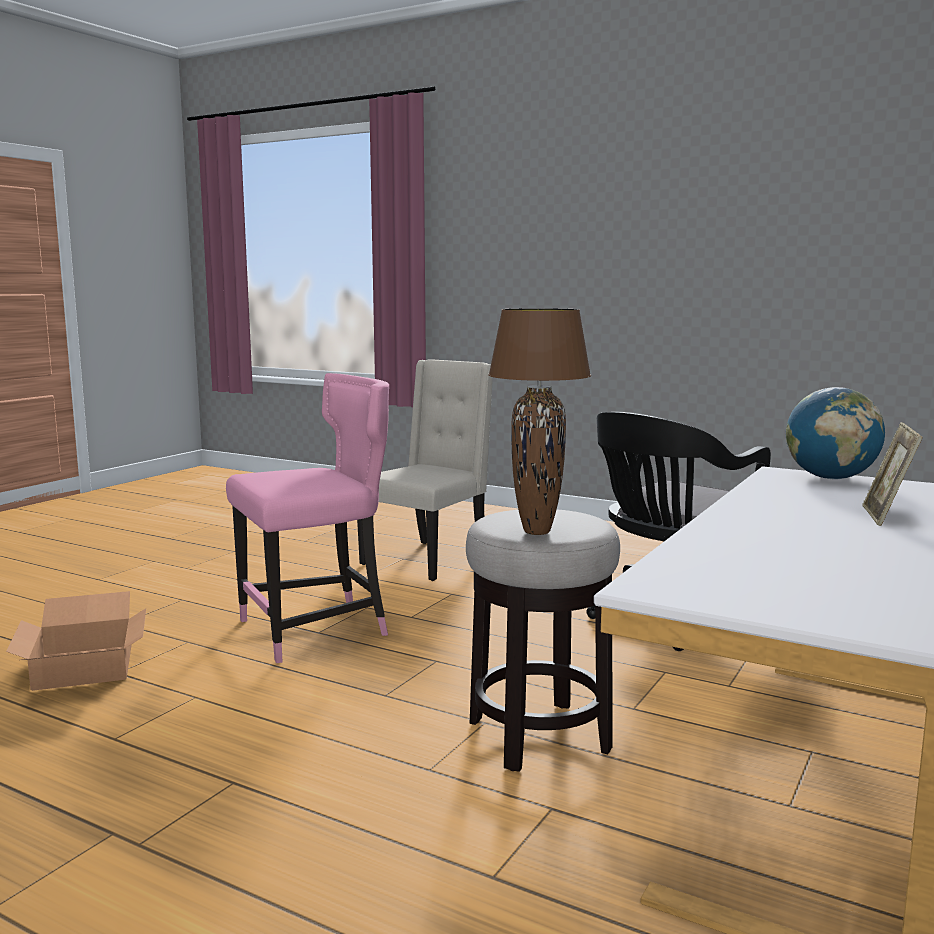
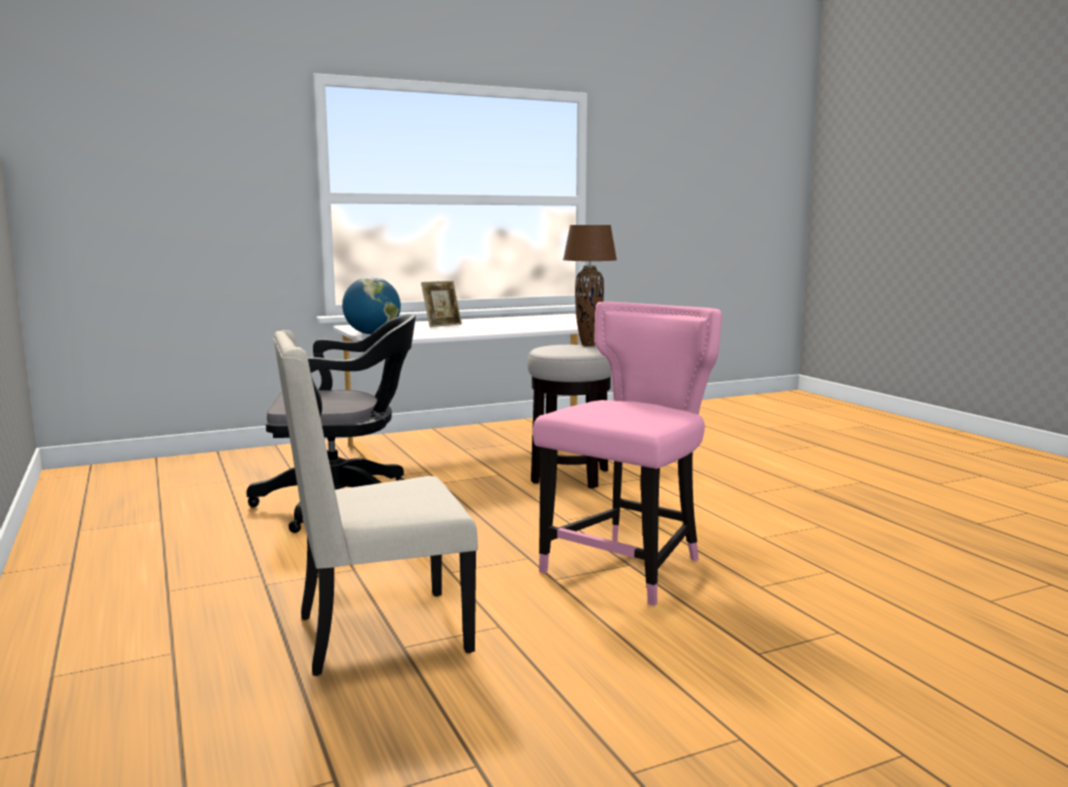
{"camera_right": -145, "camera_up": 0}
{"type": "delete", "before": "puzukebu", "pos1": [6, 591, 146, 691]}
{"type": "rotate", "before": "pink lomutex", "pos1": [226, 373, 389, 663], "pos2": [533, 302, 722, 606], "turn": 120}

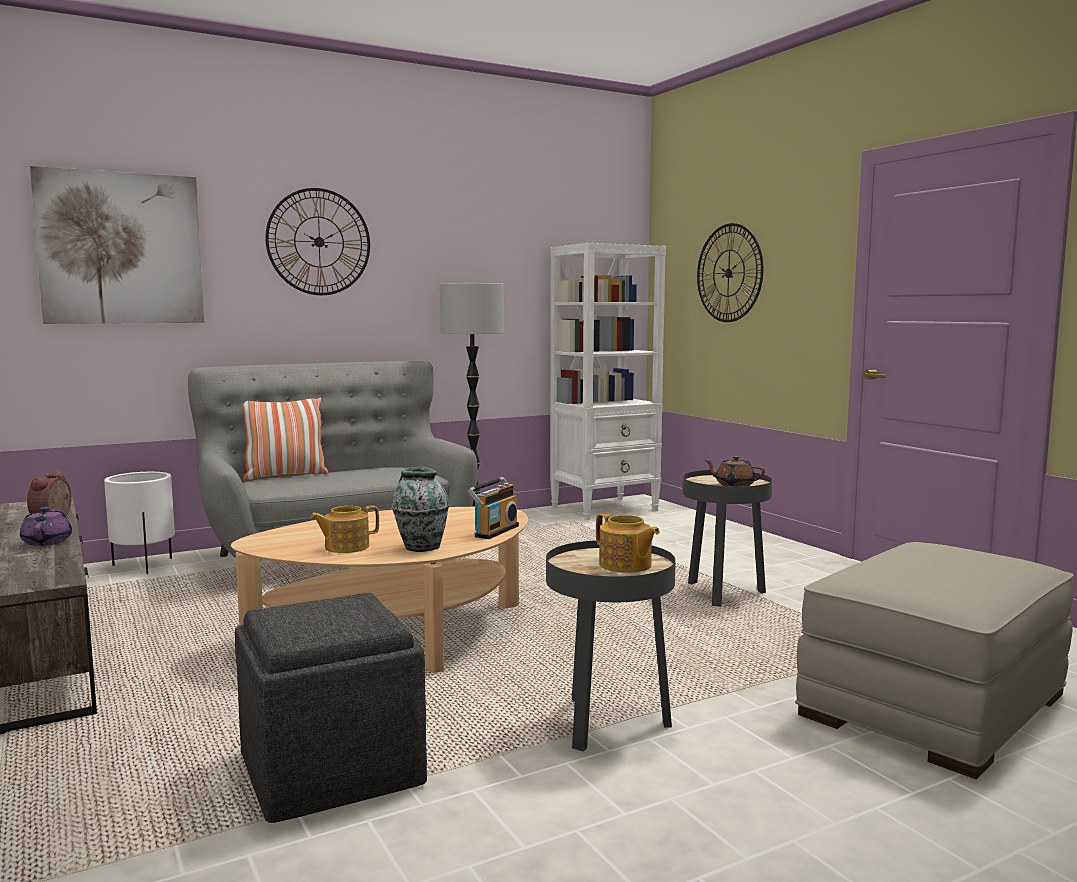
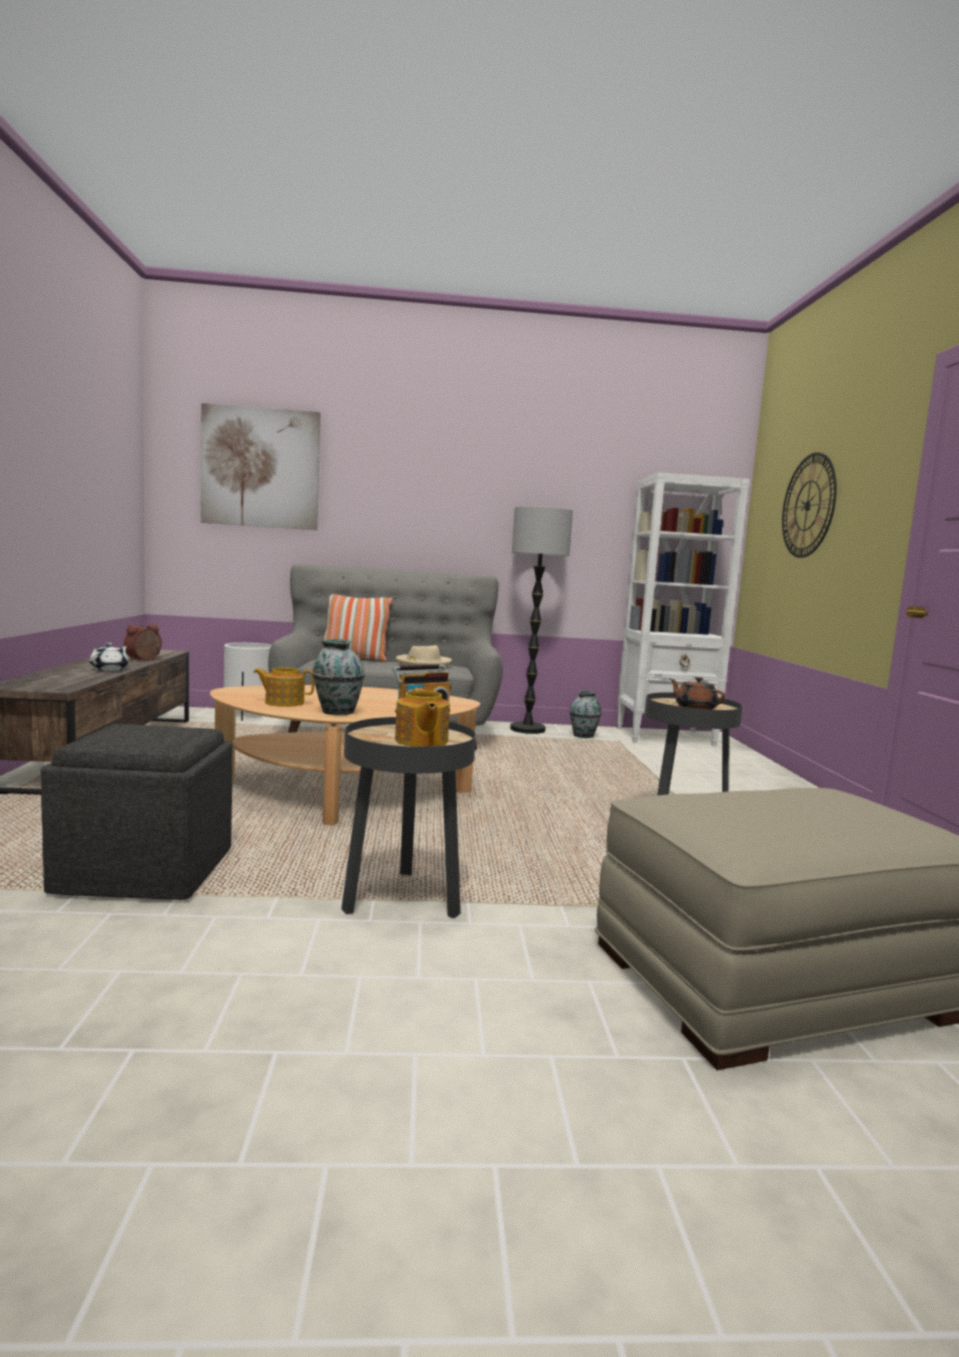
{"camera_right": 25, "camera_up": 0}
{"type": "delete", "before": "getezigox", "pos1": [265, 188, 370, 295]}
{"type": "insert", "after": "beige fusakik", "pos2": [396, 645, 452, 667]}
{"type": "insert", "after": "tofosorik", "pos2": [569, 690, 601, 738]}
{"type": "recolor", "before": "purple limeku", "after": "white limeku", "pos1": [20, 506, 72, 546], "pos2": [90, 643, 128, 671]}

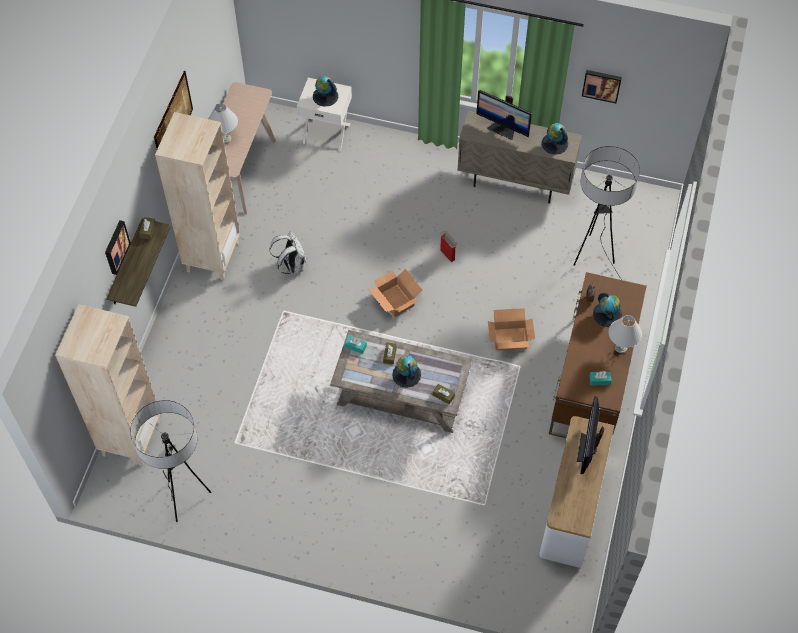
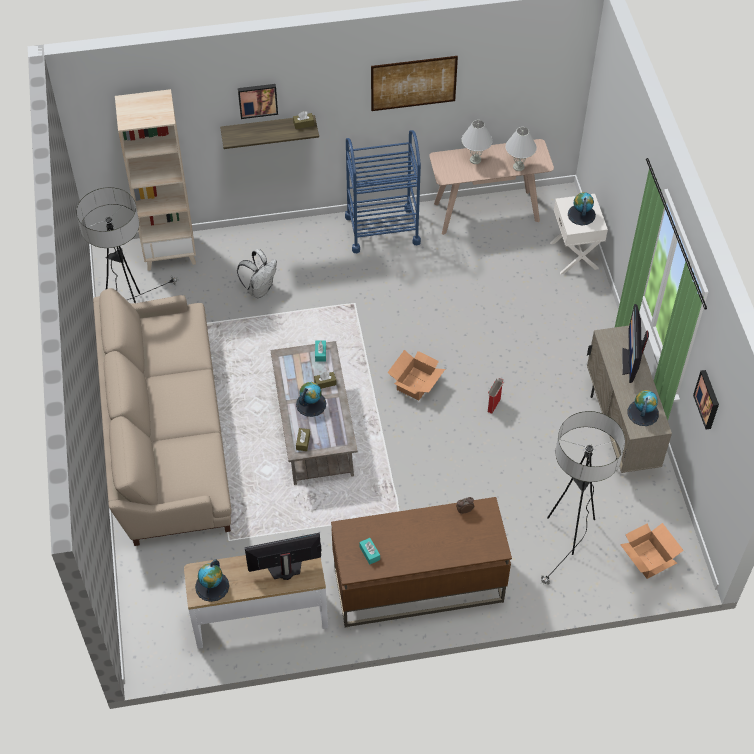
{"camera_right": 65, "camera_up": -5}
{"type": "insert", "after": "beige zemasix", "pos2": [93, 288, 232, 546]}
{"type": "move", "before": "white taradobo", "pos1": [269, 231, 306, 275], "pos2": [237, 249, 277, 298]}
{"type": "move", "before": "puzukebu", "pos1": [488, 308, 535, 351], "pos2": [620, 523, 684, 579]}
{"type": "move", "before": "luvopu", "pos1": [593, 292, 622, 327], "pos2": [195, 560, 229, 602]}
{"type": "move", "before": "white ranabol", "pos1": [609, 315, 642, 353], "pos2": [505, 127, 537, 171]}
{"type": "replace", "before": "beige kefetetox", "after": "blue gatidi", "pos1": [155, 112, 240, 281], "pos2": [345, 130, 421, 253]}

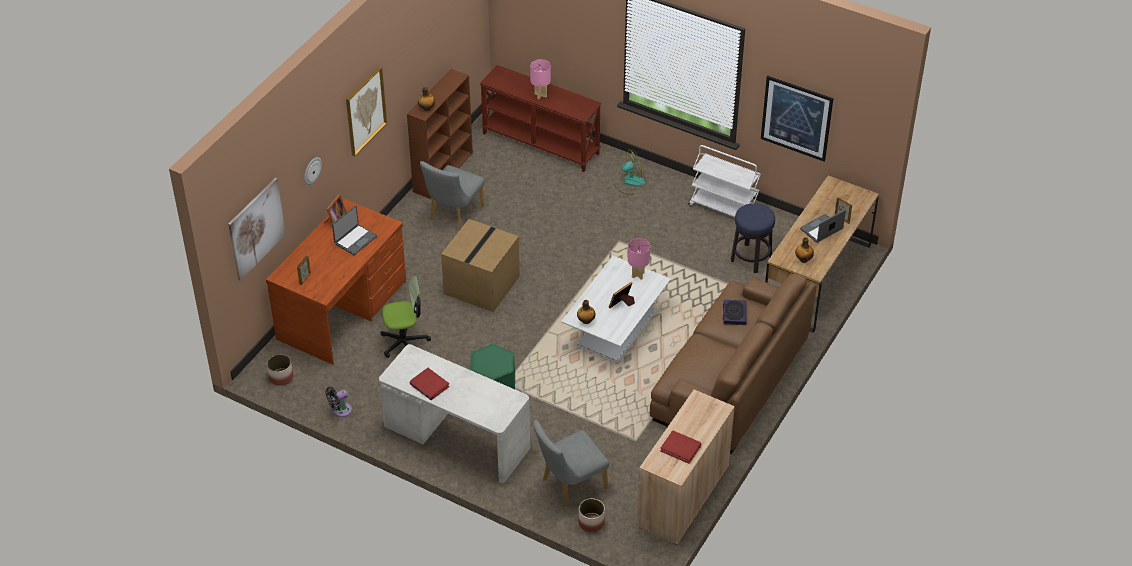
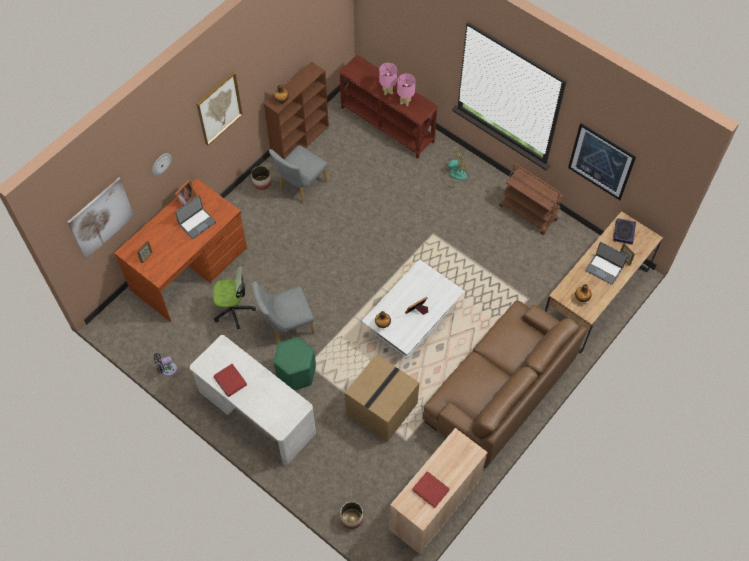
{"camera_right": 10, "camera_up": 15}
{"type": "delete", "before": "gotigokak", "pos1": [731, 203, 775, 273]}
{"type": "move", "before": "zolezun", "pos1": [267, 354, 293, 386], "pos2": [251, 166, 271, 190]}
{"type": "move", "before": "puzukebu", "pos1": [441, 219, 520, 312], "pos2": [345, 354, 419, 442]}
{"type": "move", "before": "grey lomutex", "pos1": [533, 420, 609, 508], "pos2": [252, 281, 315, 345]}
{"type": "move", "before": "pink ranabol", "pos1": [628, 238, 650, 280], "pos2": [397, 74, 416, 106]}
{"type": "move", "before": "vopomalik", "pos1": [723, 300, 747, 325], "pos2": [613, 218, 636, 245]}
{"type": "recolor", "before": "white gatidi", "after": "brown gatidi", "pos1": [688, 145, 761, 217], "pos2": [499, 164, 564, 235]}
{"type": "rotate", "before": "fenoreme", "pos1": [800, 209, 846, 243], "pos2": [585, 242, 628, 285], "turn": -120}

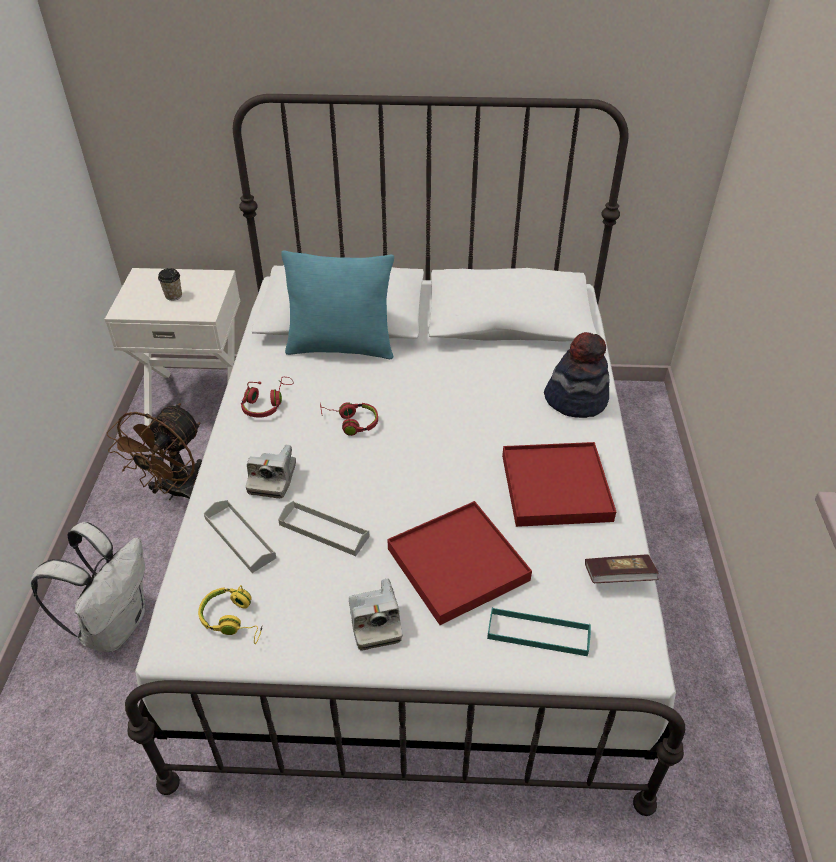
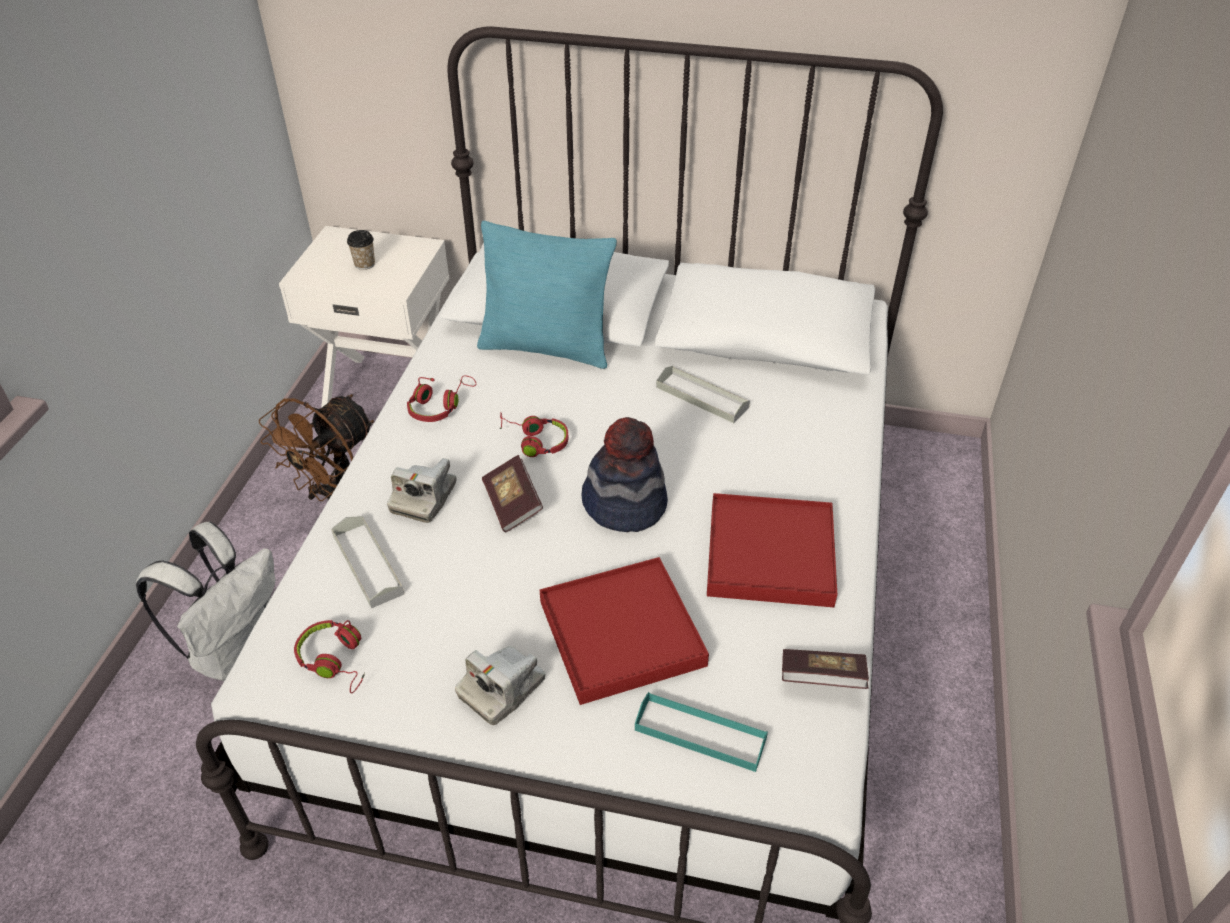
{"camera_right": 10, "camera_up": 0}
{"type": "insert", "after": "vopomalik", "pos2": [482, 455, 543, 532]}
{"type": "move", "before": "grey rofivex", "pos1": [278, 501, 370, 556], "pos2": [656, 366, 750, 423]}
{"type": "move", "before": "fusakik", "pos1": [544, 332, 610, 418], "pos2": [582, 417, 668, 532]}
{"type": "recolor", "before": "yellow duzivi", "after": "red duzivi", "pos1": [198, 585, 262, 644], "pos2": [294, 620, 365, 694]}
{"type": "rotate", "before": "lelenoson", "pos1": [349, 579, 402, 651], "pos2": [455, 646, 545, 725], "turn": 45}

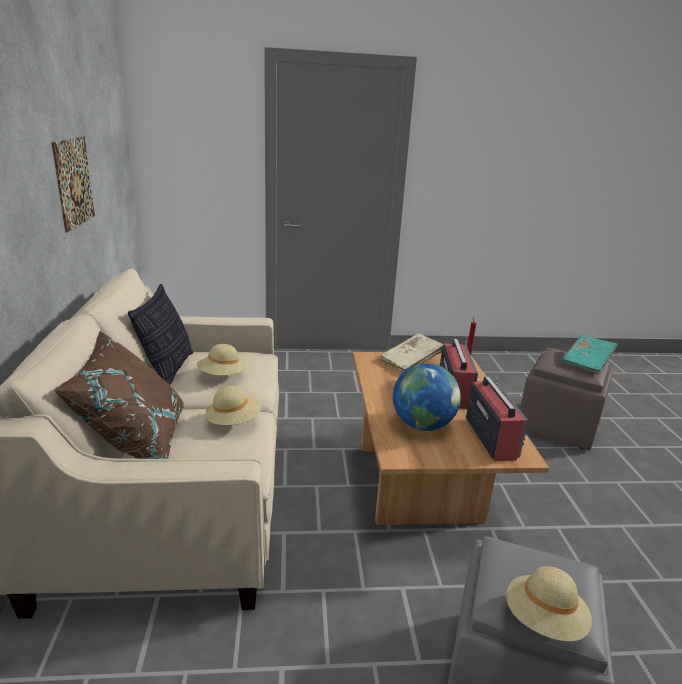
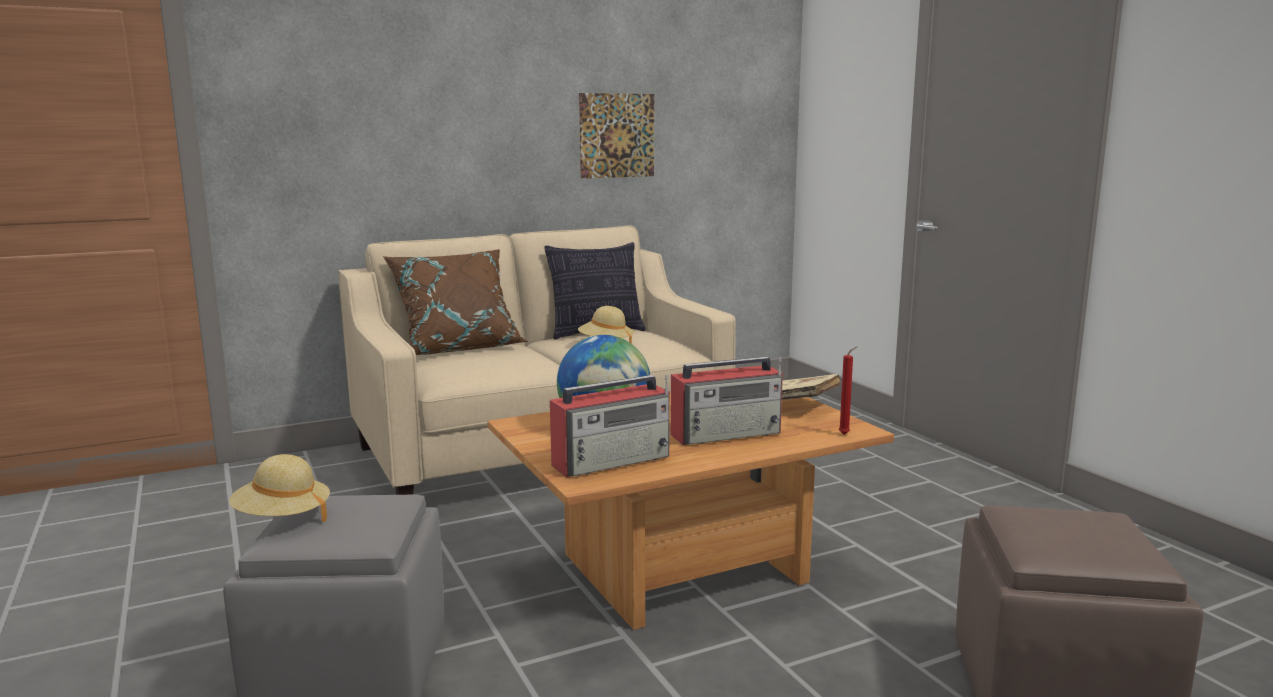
{"camera_right": 70, "camera_up": -10}
{"type": "delete", "before": "beige fusakik", "pos1": [205, 386, 261, 425]}
{"type": "delete", "before": "turquoise vopomalik", "pos1": [561, 335, 618, 374]}

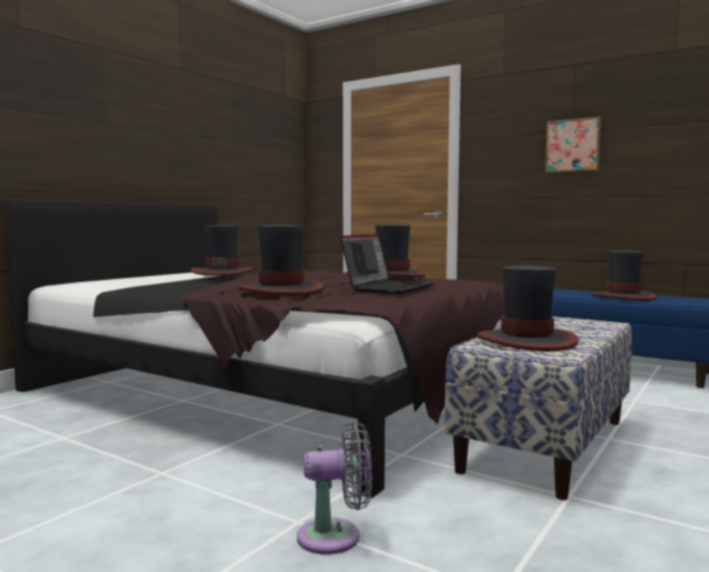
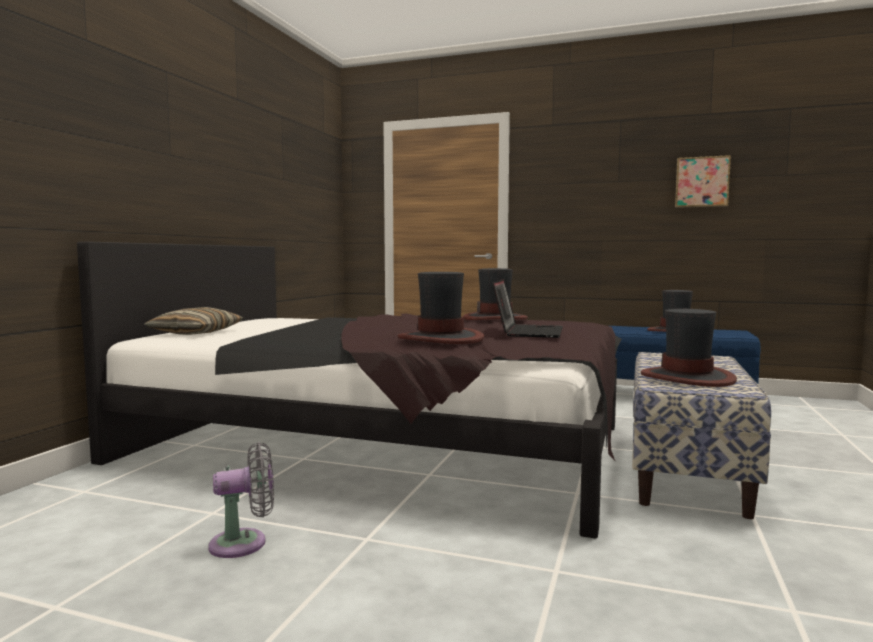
{"camera_right": -15, "camera_up": 0}
{"type": "delete", "before": "fusakik", "pos1": [191, 225, 254, 276]}
{"type": "insert", "after": "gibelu", "pos2": [144, 307, 243, 335]}
{"type": "move", "before": "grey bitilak", "pos1": [297, 421, 372, 554], "pos2": [208, 442, 274, 558]}
{"type": "move", "before": "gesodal", "pos1": [545, 117, 601, 173], "pos2": [675, 155, 731, 208]}

